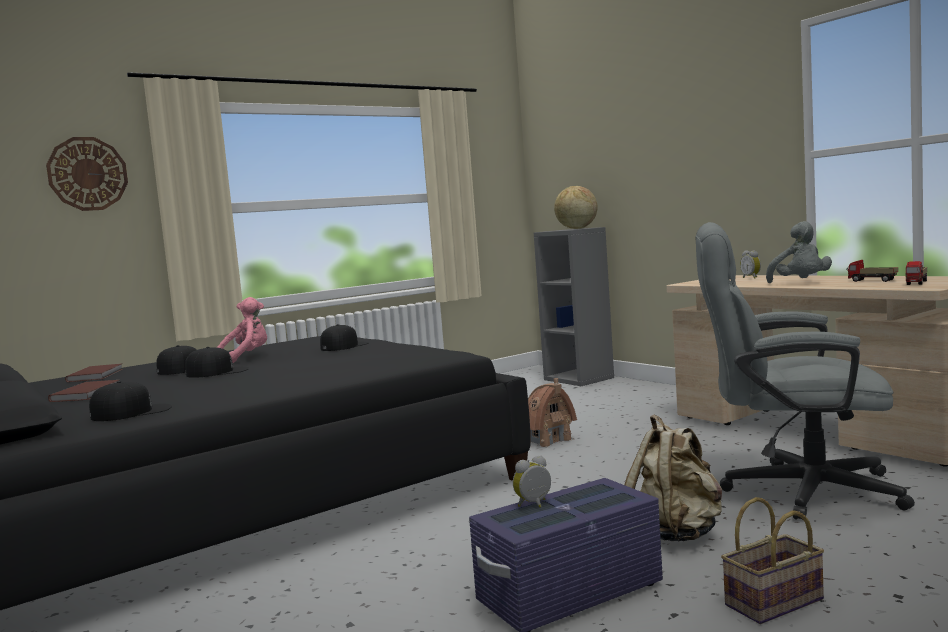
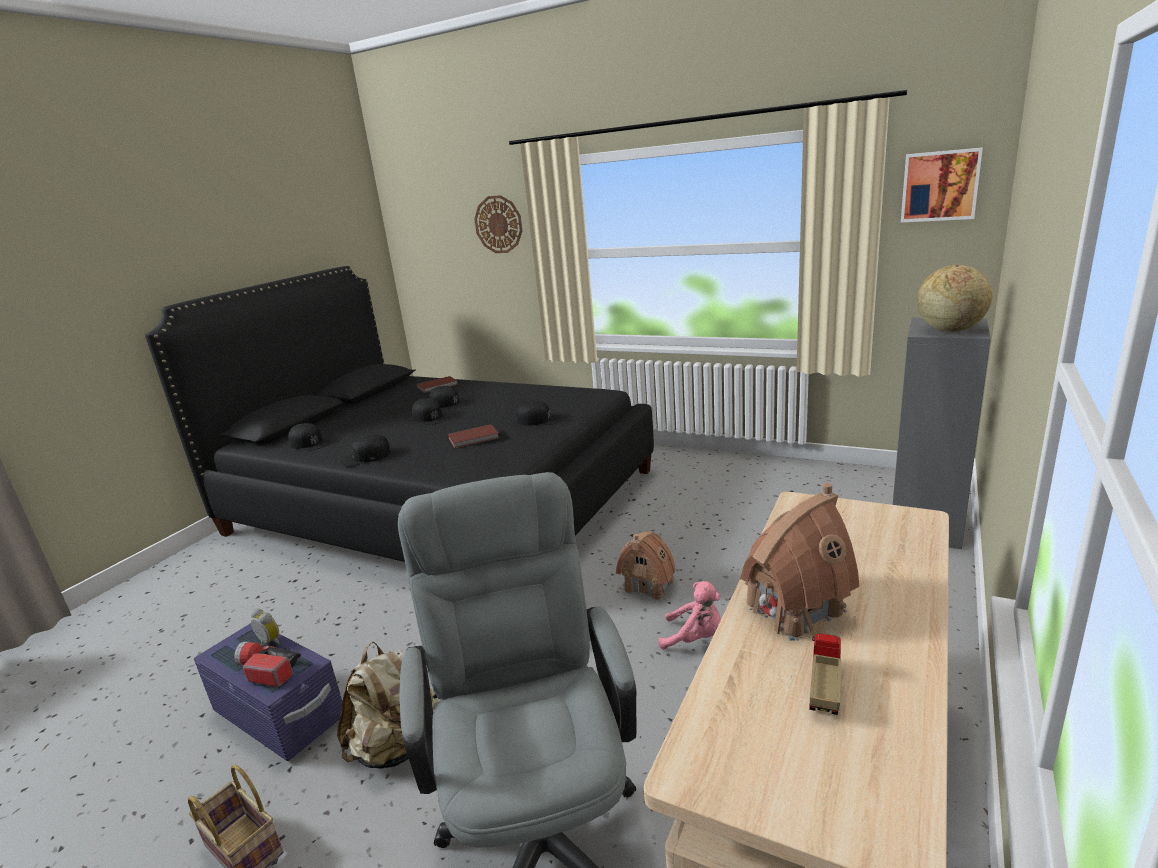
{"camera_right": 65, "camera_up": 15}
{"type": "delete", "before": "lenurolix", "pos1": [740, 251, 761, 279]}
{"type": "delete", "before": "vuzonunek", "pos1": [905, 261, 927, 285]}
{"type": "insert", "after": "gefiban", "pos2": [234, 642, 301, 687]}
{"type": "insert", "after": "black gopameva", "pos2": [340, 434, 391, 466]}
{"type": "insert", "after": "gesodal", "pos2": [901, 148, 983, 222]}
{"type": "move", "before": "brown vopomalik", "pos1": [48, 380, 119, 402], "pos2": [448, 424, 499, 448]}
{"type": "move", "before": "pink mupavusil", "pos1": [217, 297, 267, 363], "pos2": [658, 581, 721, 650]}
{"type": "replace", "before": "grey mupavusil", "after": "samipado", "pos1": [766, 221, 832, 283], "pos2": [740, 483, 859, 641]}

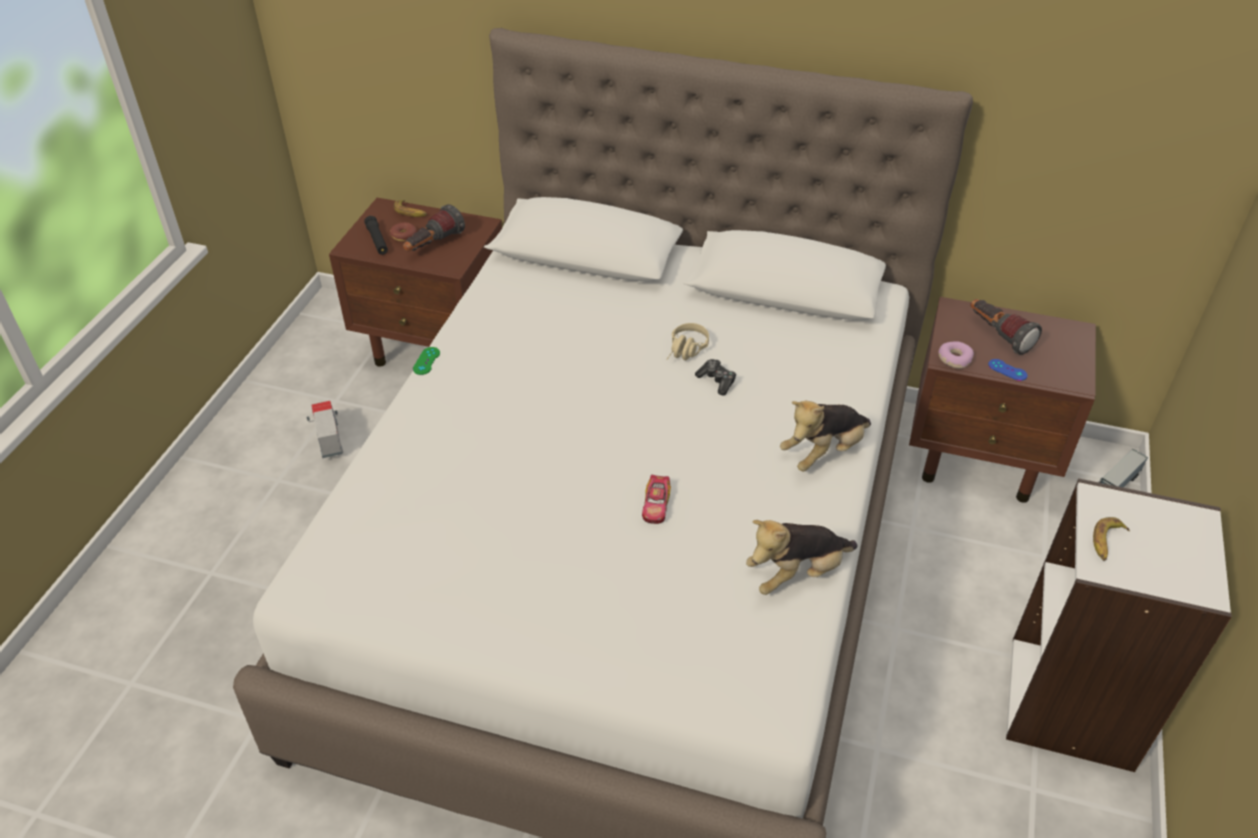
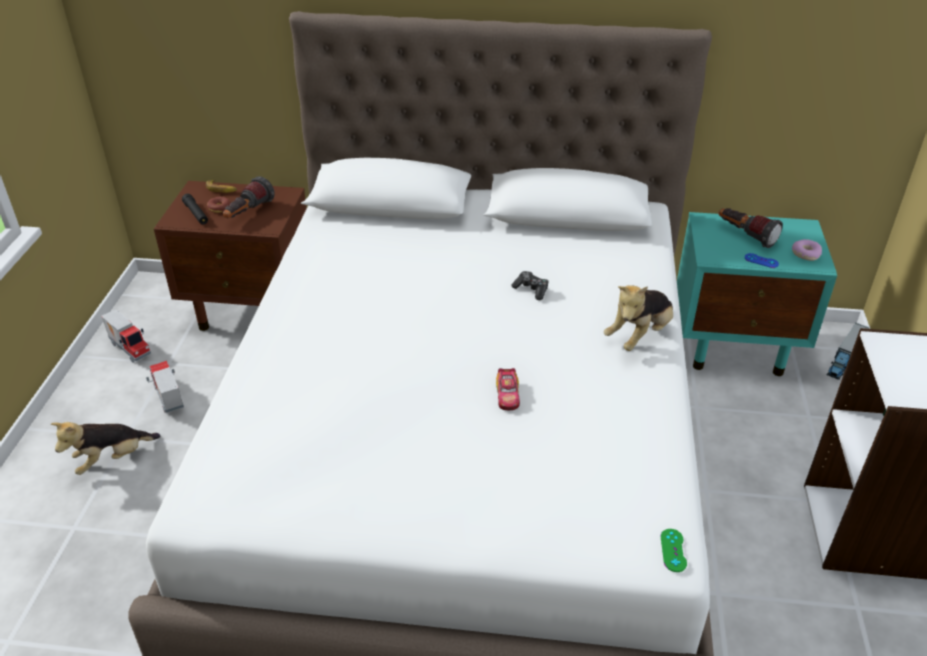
{"camera_right": -10, "camera_up": -5}
{"type": "delete", "before": "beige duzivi", "pos1": [666, 323, 709, 361]}
{"type": "delete", "before": "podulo", "pos1": [1093, 517, 1130, 561]}
{"type": "insert", "after": "vuzonunek", "pos2": [101, 309, 151, 363]}
{"type": "move", "before": "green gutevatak", "pos1": [413, 347, 440, 375], "pos2": [661, 529, 687, 572]}
{"type": "move", "before": "mupavusil", "pos1": [746, 520, 857, 595], "pos2": [51, 422, 160, 475]}
{"type": "move", "before": "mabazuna", "pos1": [939, 341, 974, 369], "pos2": [792, 239, 822, 261]}
{"type": "recolor", "before": "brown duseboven", "after": "turquoise duseboven", "pos1": [909, 297, 1096, 503], "pos2": [677, 212, 837, 376]}

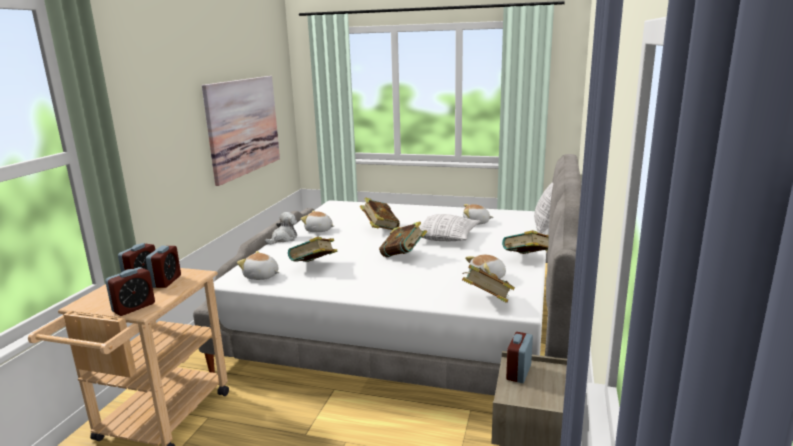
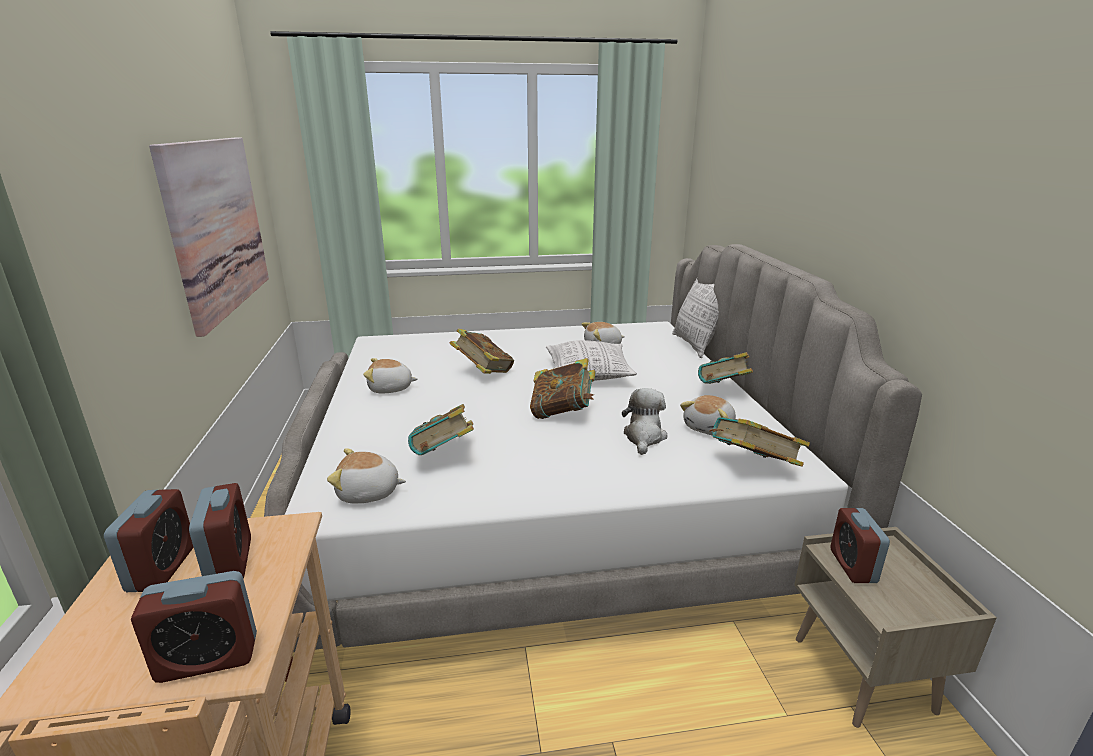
{"camera_right": -25, "camera_up": 5}
{"type": "move", "before": "mupavusil", "pos1": [265, 212, 297, 245], "pos2": [622, 388, 668, 455]}
{"type": "rotate", "before": "lenurolix", "pos1": [105, 267, 155, 316], "pos2": [131, 571, 257, 683], "turn": 60}

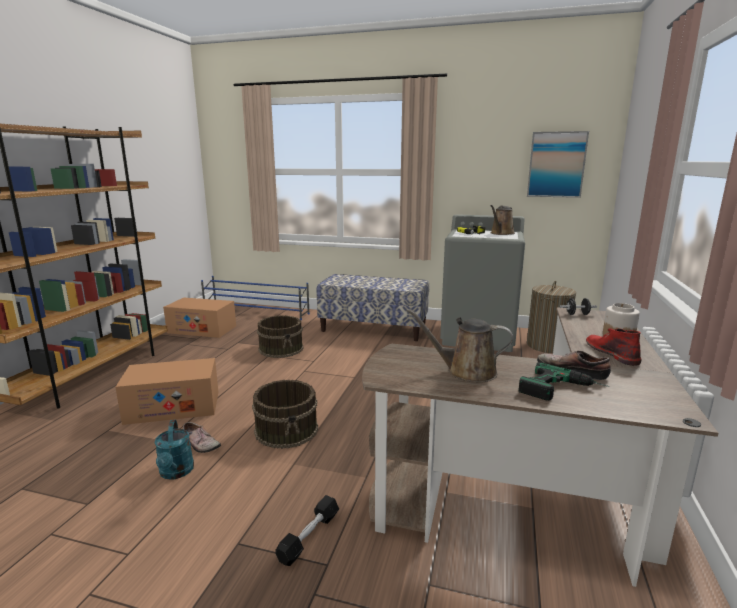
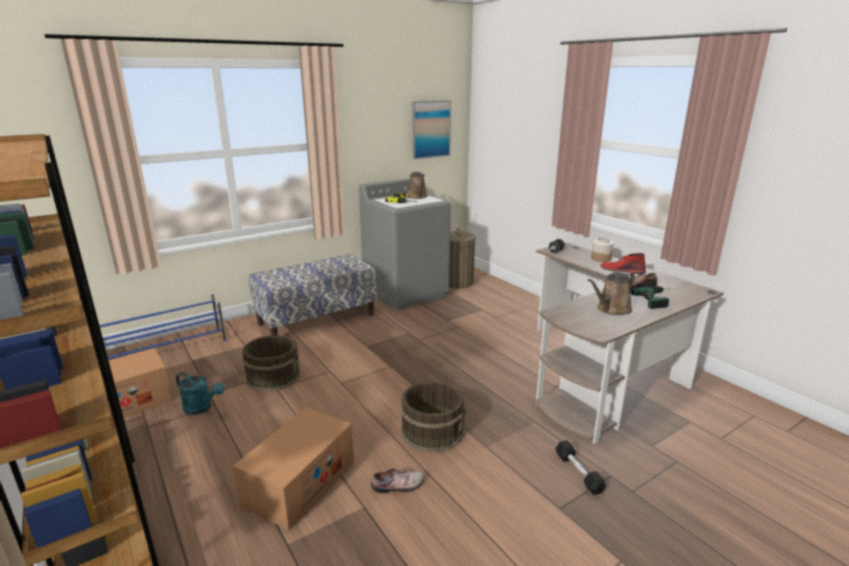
{"camera_right": -50, "camera_up": 5}
{"type": "move", "before": "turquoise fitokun", "pos1": [155, 420, 194, 480], "pos2": [176, 372, 224, 415]}

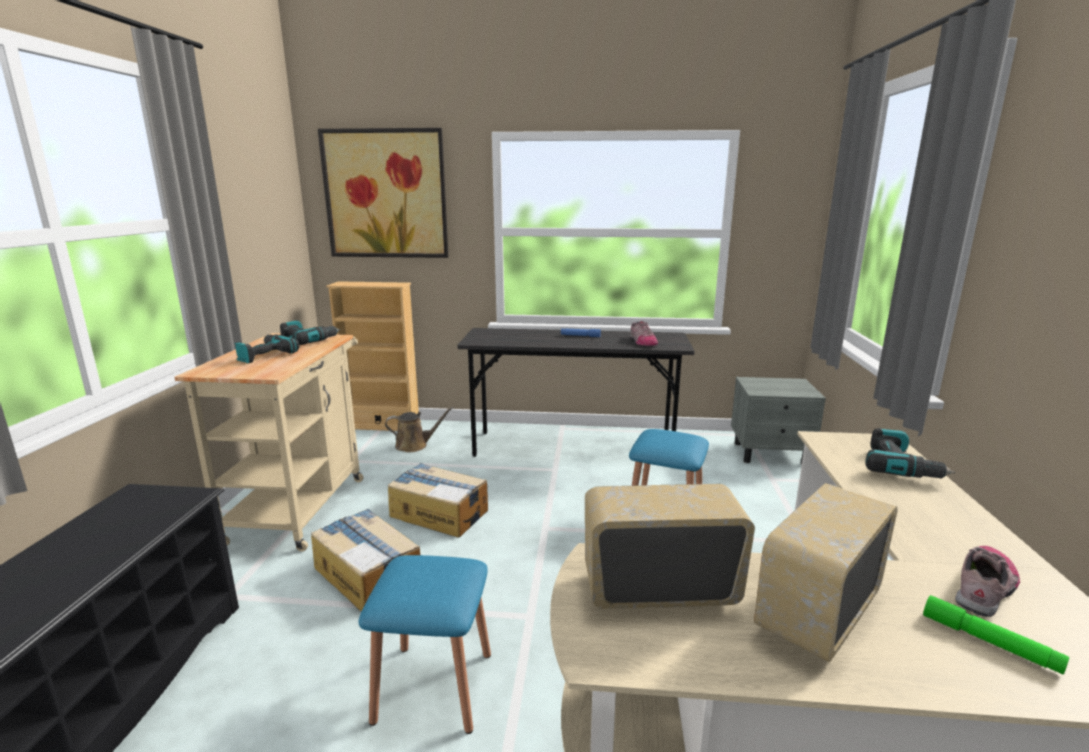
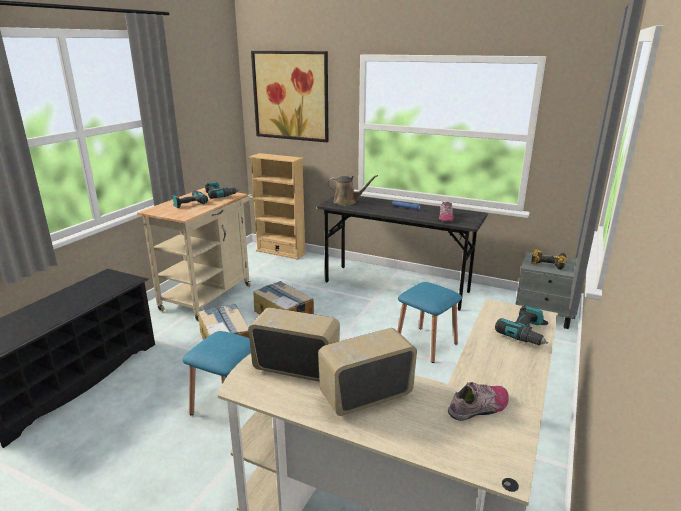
{"camera_right": 20, "camera_up": 5}
{"type": "delete", "before": "green gefiban", "pos1": [923, 595, 1069, 675]}
{"type": "insert", "after": "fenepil", "pos2": [531, 249, 567, 270]}
{"type": "move", "before": "brown fitokun", "pos1": [385, 407, 454, 452], "pos2": [327, 175, 378, 206]}

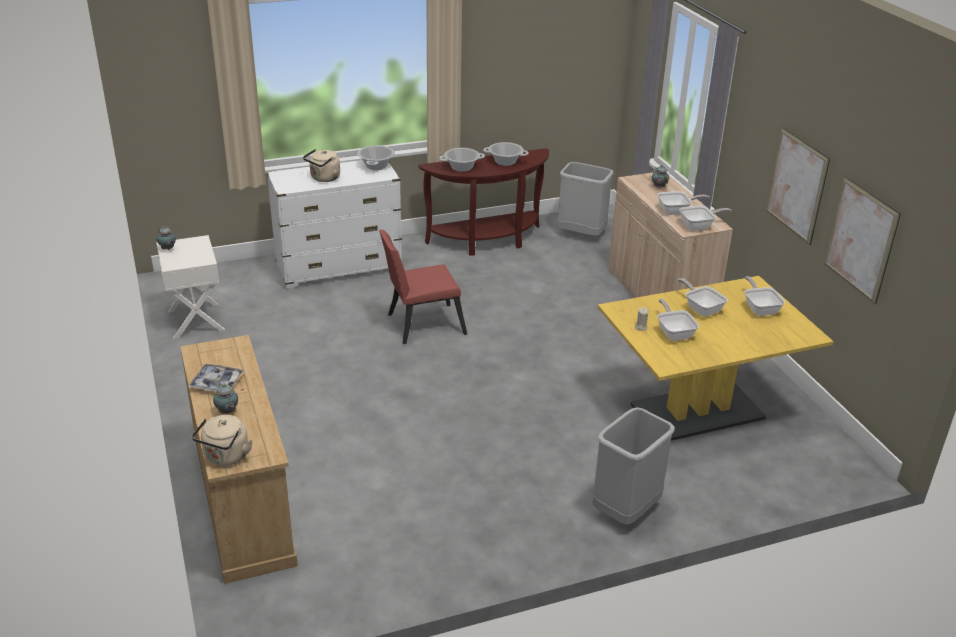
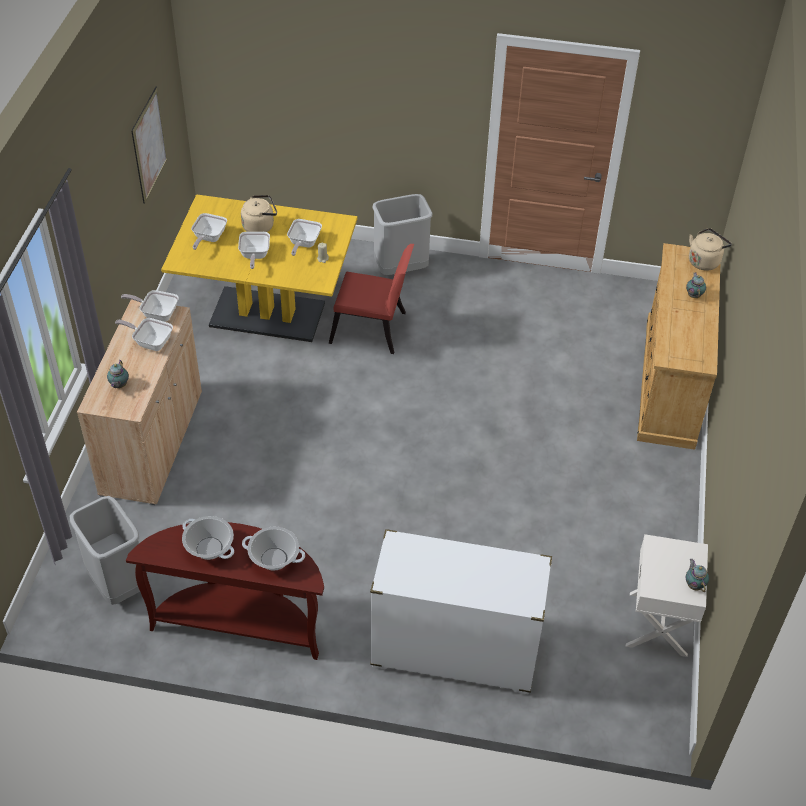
{"camera_right": -150, "camera_up": 15}
{"type": "delete", "before": "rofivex", "pos1": [187, 364, 245, 392]}
{"type": "delete", "before": "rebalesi", "pos1": [357, 145, 395, 170]}
{"type": "delete", "before": "gesodal", "pos1": [766, 128, 830, 245]}
{"type": "move", "before": "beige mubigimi", "pos1": [303, 149, 340, 182], "pos2": [241, 195, 277, 232]}
{"type": "move", "before": "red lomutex", "pos1": [379, 230, 467, 344], "pos2": [329, 244, 414, 354]}

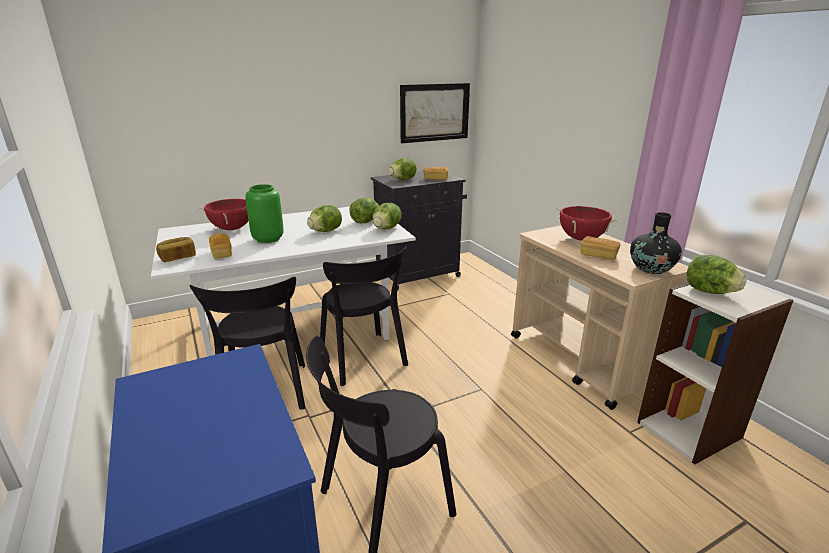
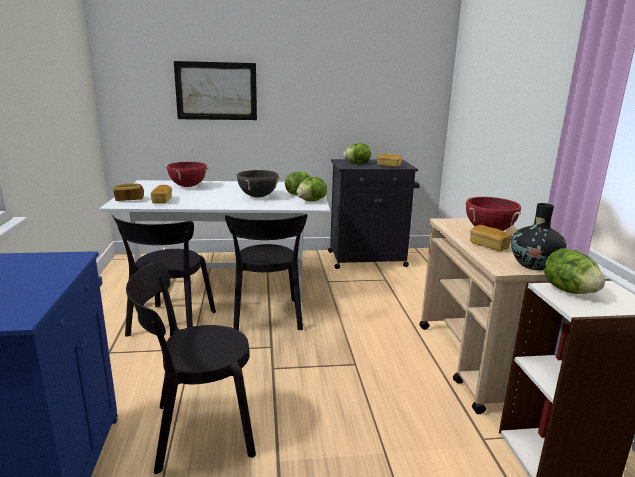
{"camera_right": 20, "camera_up": -5}
{"type": "delete", "before": "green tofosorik", "pos1": [245, 184, 284, 243]}
{"type": "move", "before": "gesodal", "pos1": [400, 83, 470, 143], "pos2": [174, 61, 257, 120]}
{"type": "replace", "before": "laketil", "after": "black rebalesi", "pos1": [307, 205, 342, 232], "pos2": [235, 170, 282, 197]}

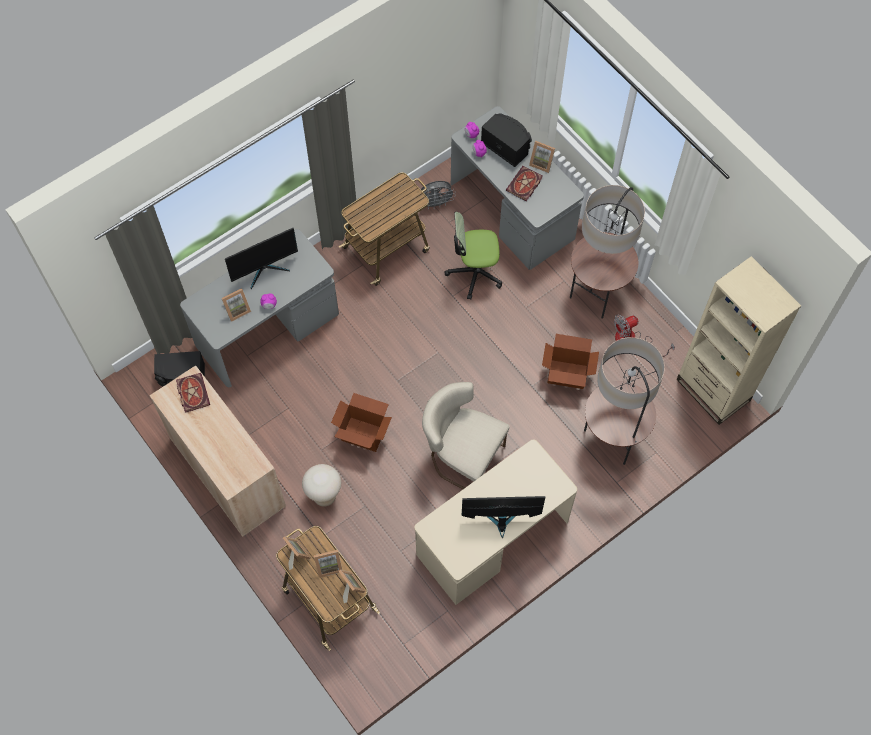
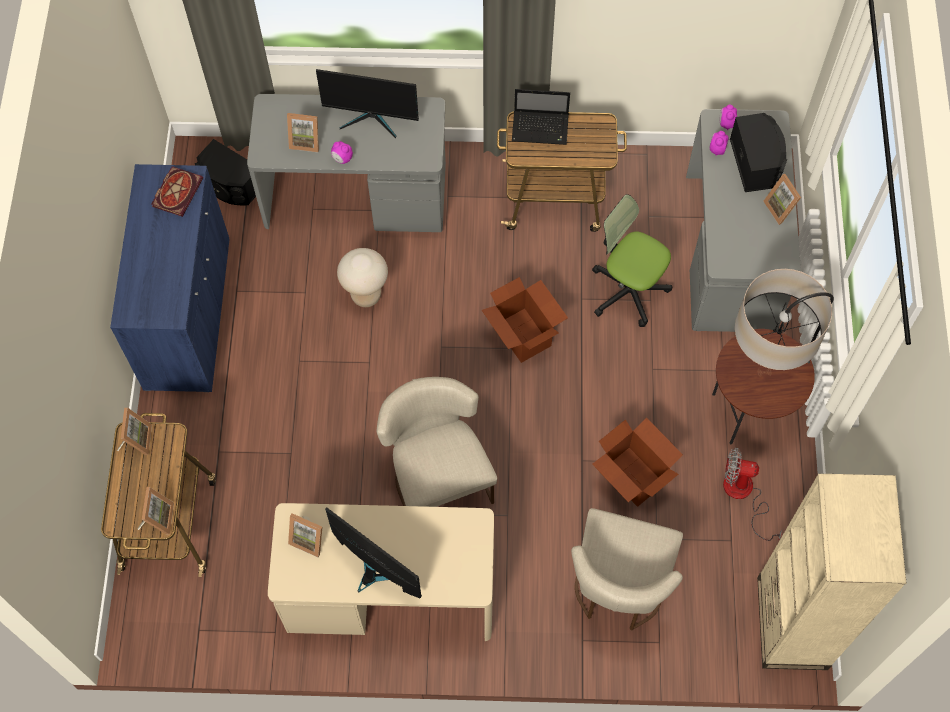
{"camera_right": 40, "camera_up": 0}
{"type": "delete", "before": "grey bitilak", "pos1": [421, 181, 456, 210]}
{"type": "delete", "before": "vopomalik", "pos1": [506, 166, 543, 201]}
{"type": "insert", "after": "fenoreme", "pos2": [512, 89, 570, 145]}
{"type": "move", "before": "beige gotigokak", "pos1": [302, 464, 341, 507], "pos2": [337, 248, 388, 307]}
{"type": "move", "before": "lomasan", "pos1": [314, 550, 342, 578], "pos2": [288, 513, 322, 557]}
{"type": "move", "before": "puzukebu", "pos1": [331, 393, 392, 452], "pos2": [482, 277, 568, 363]}
{"type": "replace", "before": "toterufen", "after": "beige lomutex", "pos1": [584, 337, 665, 465], "pos2": [571, 508, 683, 631]}
{"type": "recolor", "before": "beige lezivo", "after": "blue lezivo", "pos1": [150, 365, 286, 537], "pos2": [110, 164, 230, 392]}

